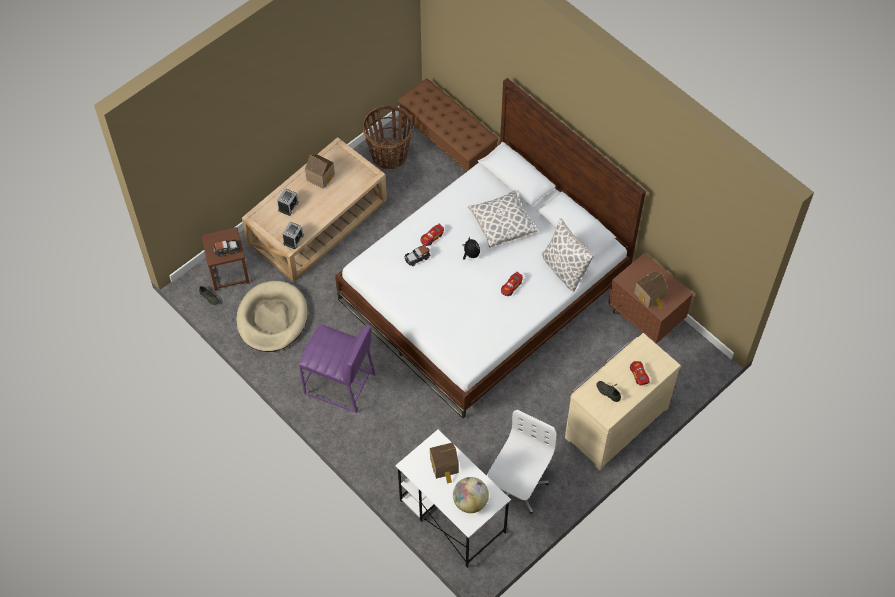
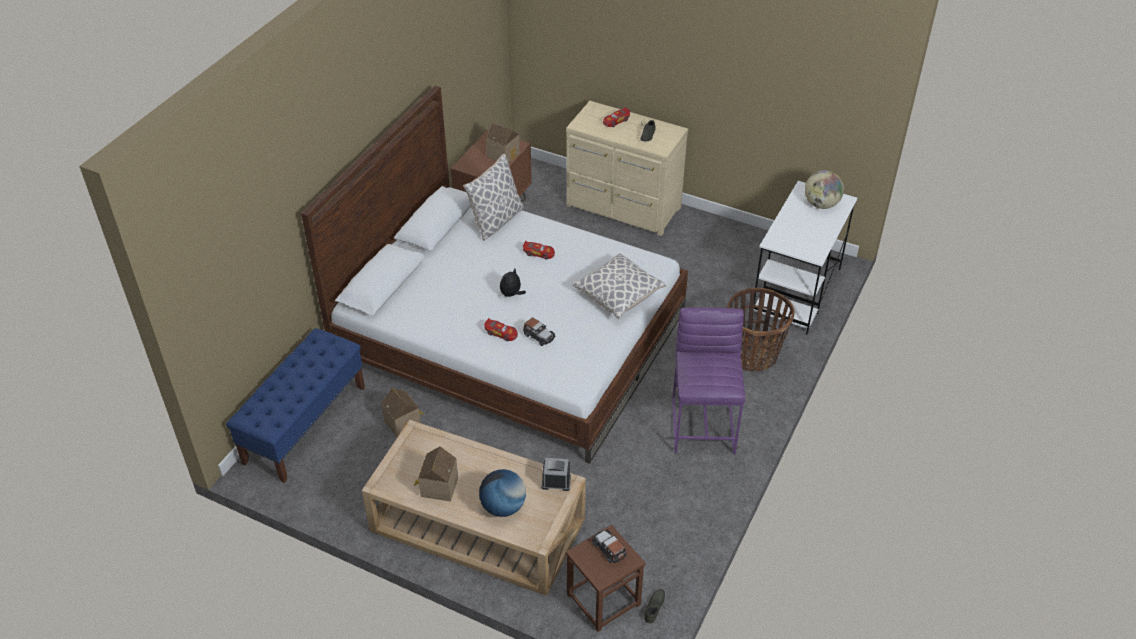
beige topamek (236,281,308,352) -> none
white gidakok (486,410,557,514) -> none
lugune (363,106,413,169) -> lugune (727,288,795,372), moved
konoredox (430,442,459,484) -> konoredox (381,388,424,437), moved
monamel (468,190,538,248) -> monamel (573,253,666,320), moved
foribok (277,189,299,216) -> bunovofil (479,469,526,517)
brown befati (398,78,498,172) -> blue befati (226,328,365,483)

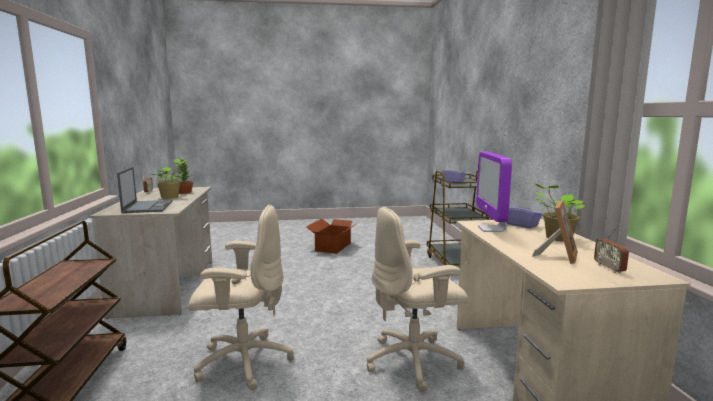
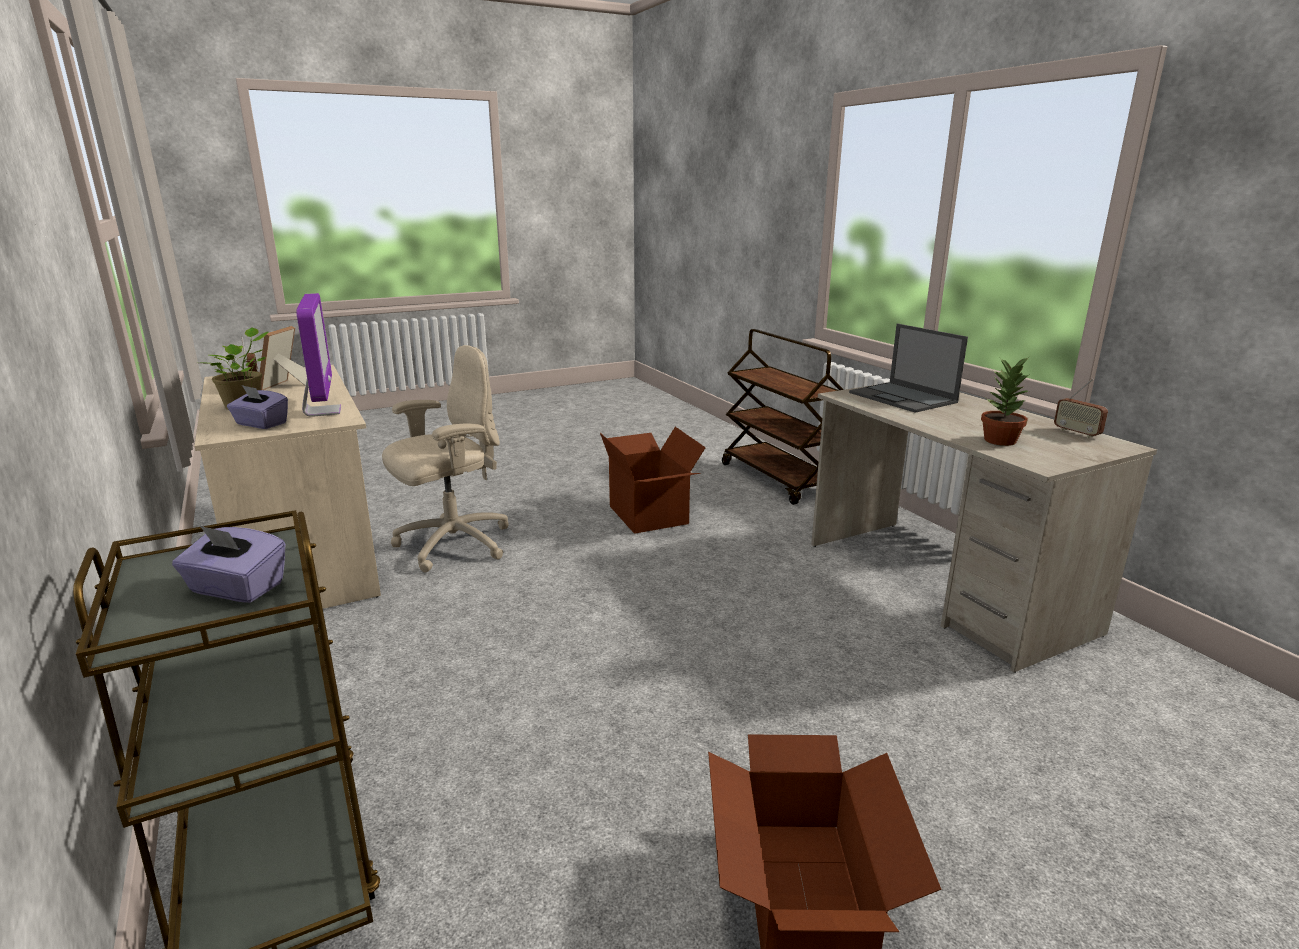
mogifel (151,159,186,199) -> none
beige gidakok (188,205,294,390) -> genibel (600,427,706,534)

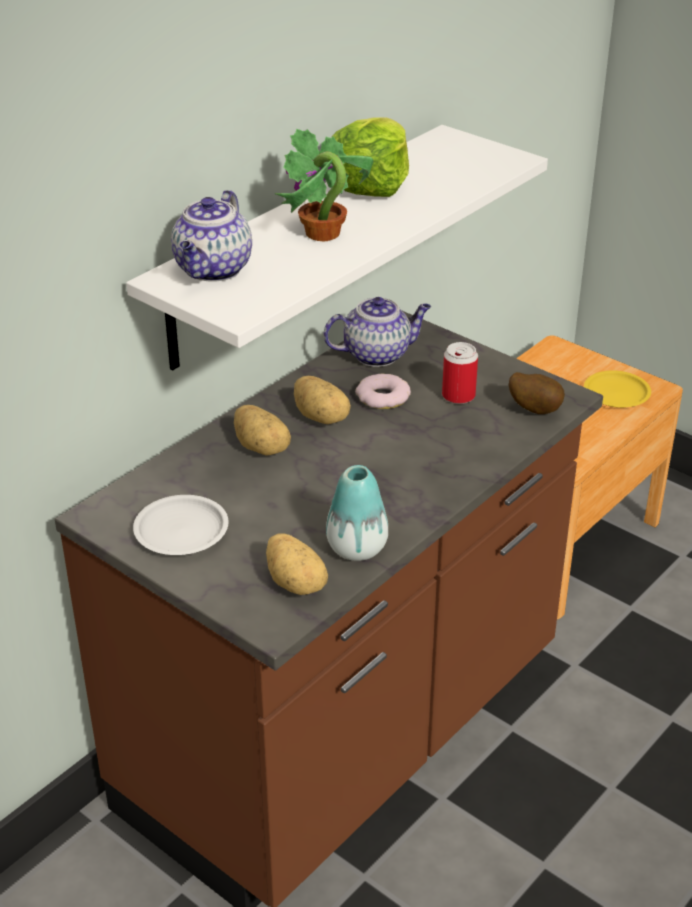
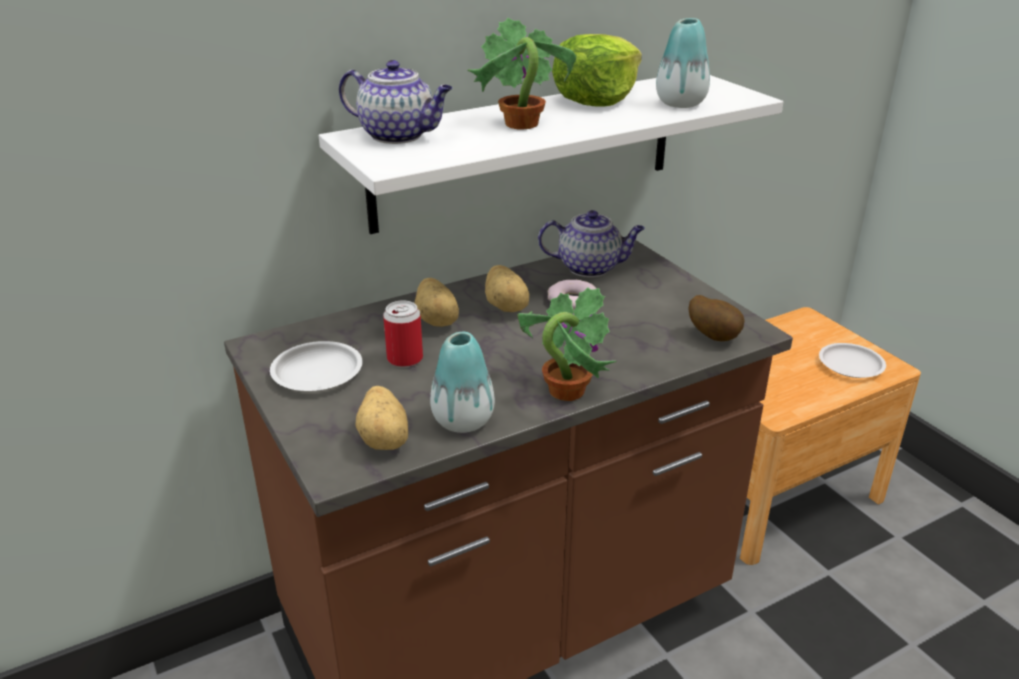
none -> mogifel (517,287,617,401)
none -> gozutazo (656,18,710,108)
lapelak (442,342,478,404) -> lapelak (383,300,423,367), moved
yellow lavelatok (584,370,651,408) -> white lavelatok (819,343,886,378)
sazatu (171,190,252,282) -> sazatu (339,60,453,144), 105 degrees counterclockwise

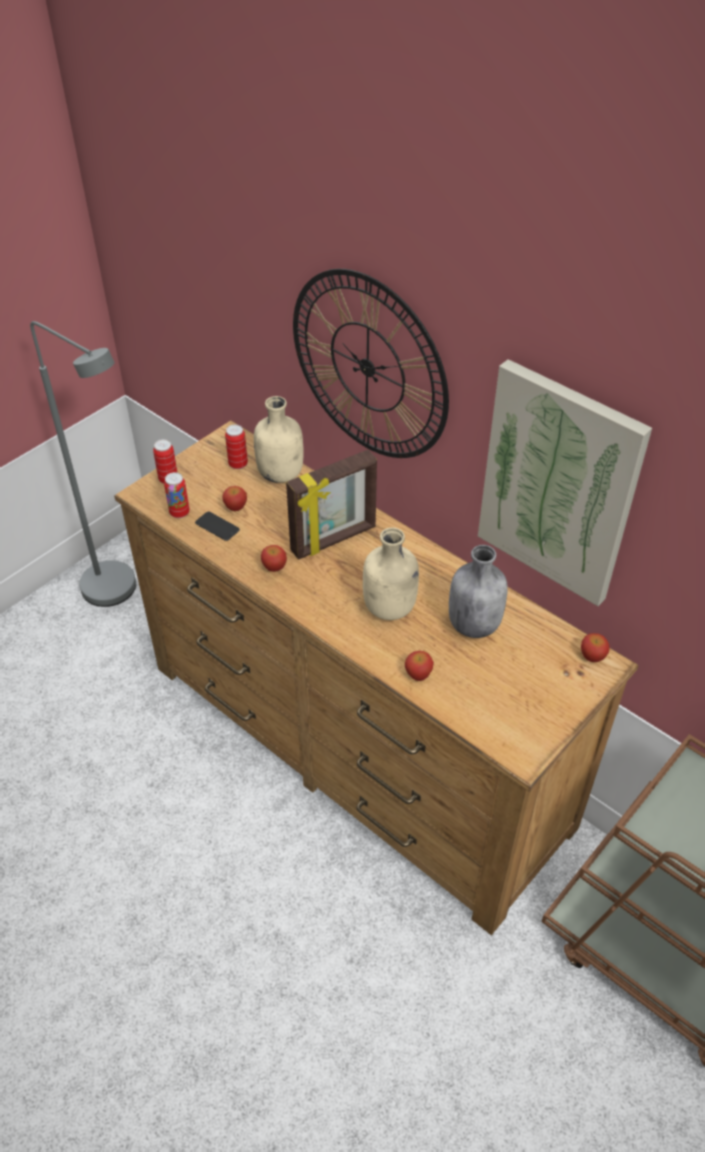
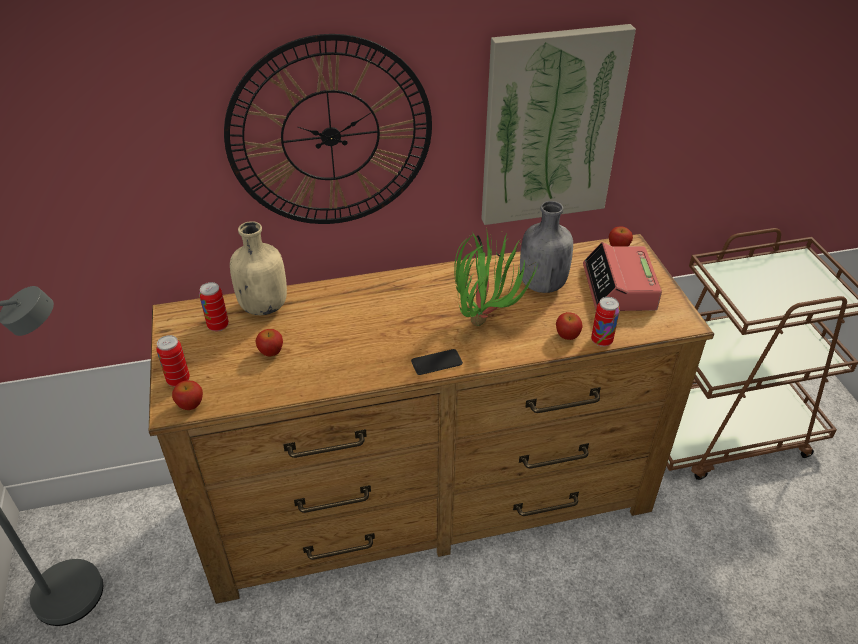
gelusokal (286,450,377,560) -> none
none -> foribok (583,242,662,311)
lapelak (164,472,190,518) -> lapelak (591,297,620,347), moved
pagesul (195,512,240,541) -> pagesul (411,349,463,375), moved
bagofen (261,545,287,572) -> bagofen (172,380,203,410), moved
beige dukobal (363,527,419,620) -> mogifel (454,230,538,326)

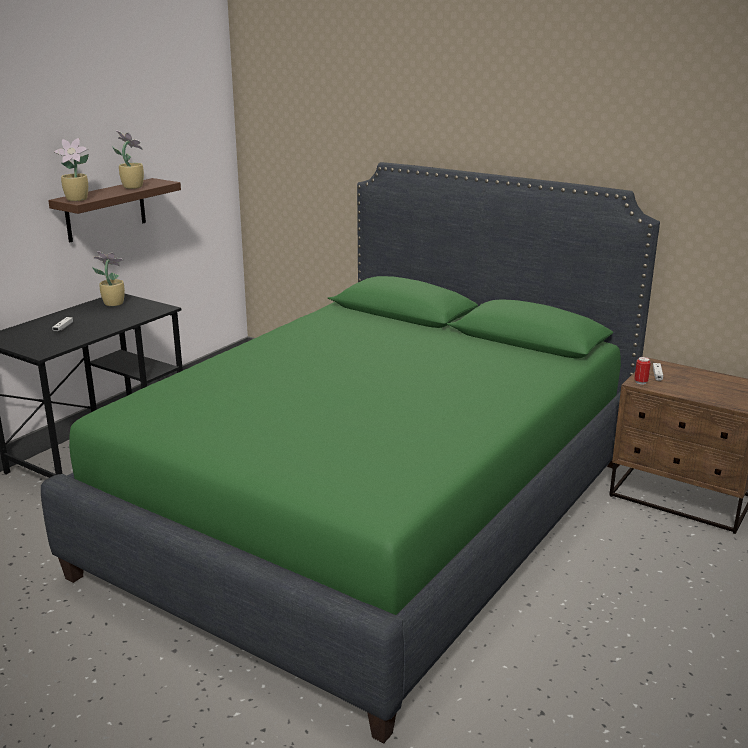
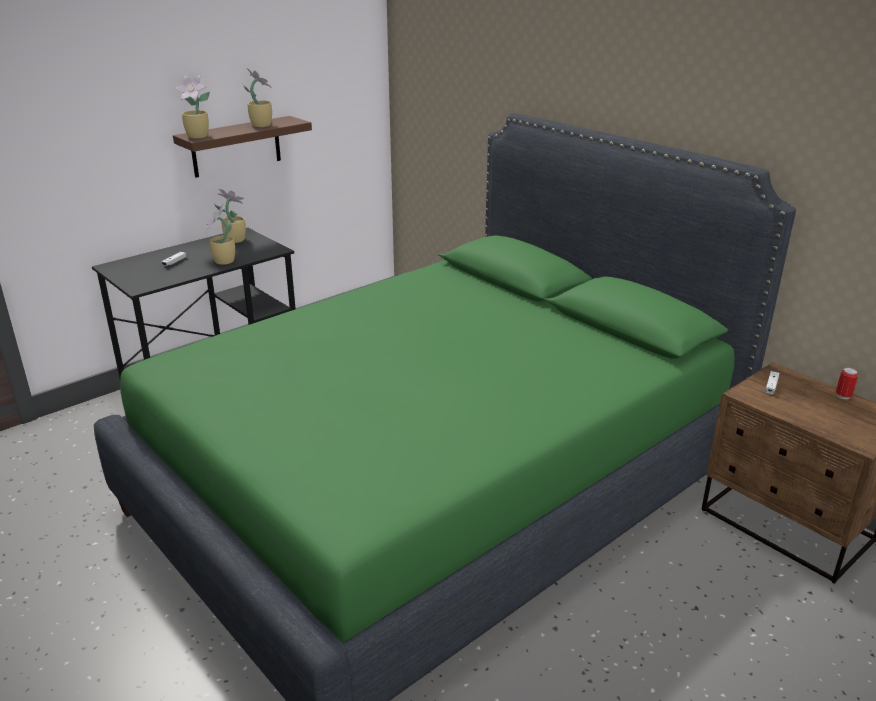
none -> mogifel (207,204,235,265)
lapelak (634,357,651,384) -> lapelak (836,367,858,399), moved

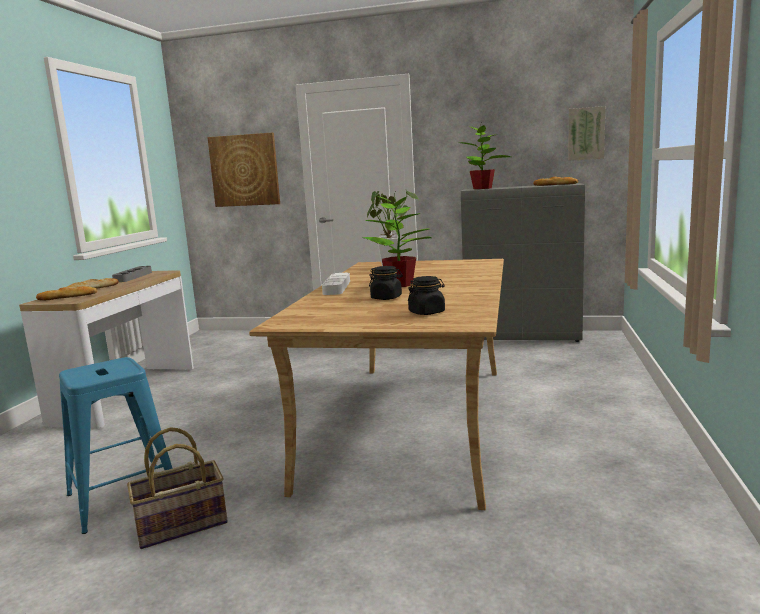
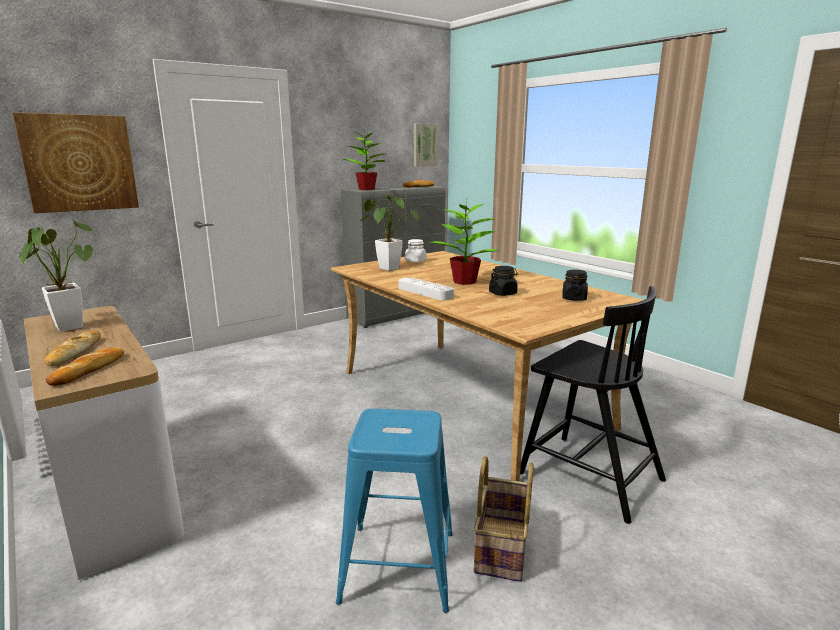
none -> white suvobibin (405,239,426,262)
none -> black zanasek (520,286,666,524)
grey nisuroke (112,266,152,282) -> mogifel (19,220,93,332)

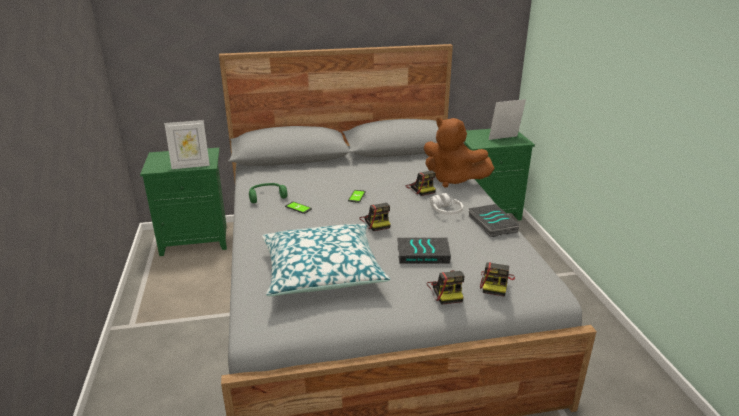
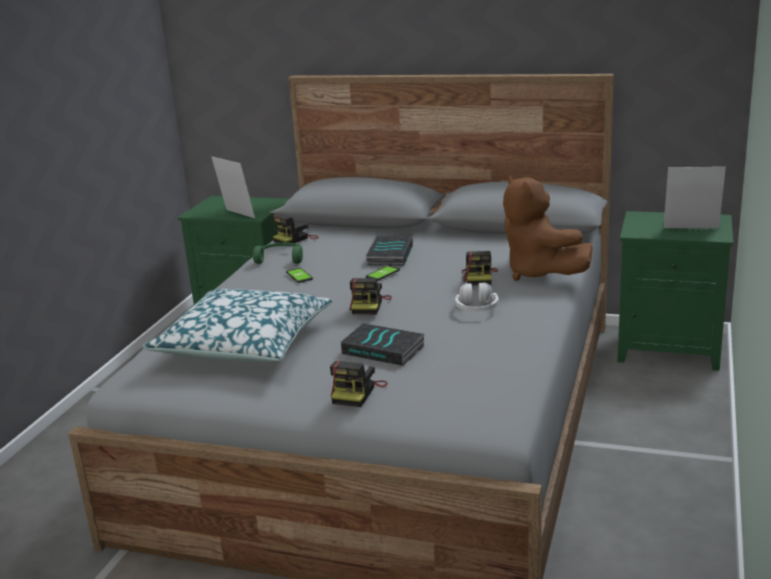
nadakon (469,204,519,237) -> nadakon (366,236,413,266), moved
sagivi (480,262,515,296) -> sagivi (273,214,319,243), moved
gelusokal (164,120,210,169) -> gelusokal (212,157,255,218), 150 degrees counterclockwise

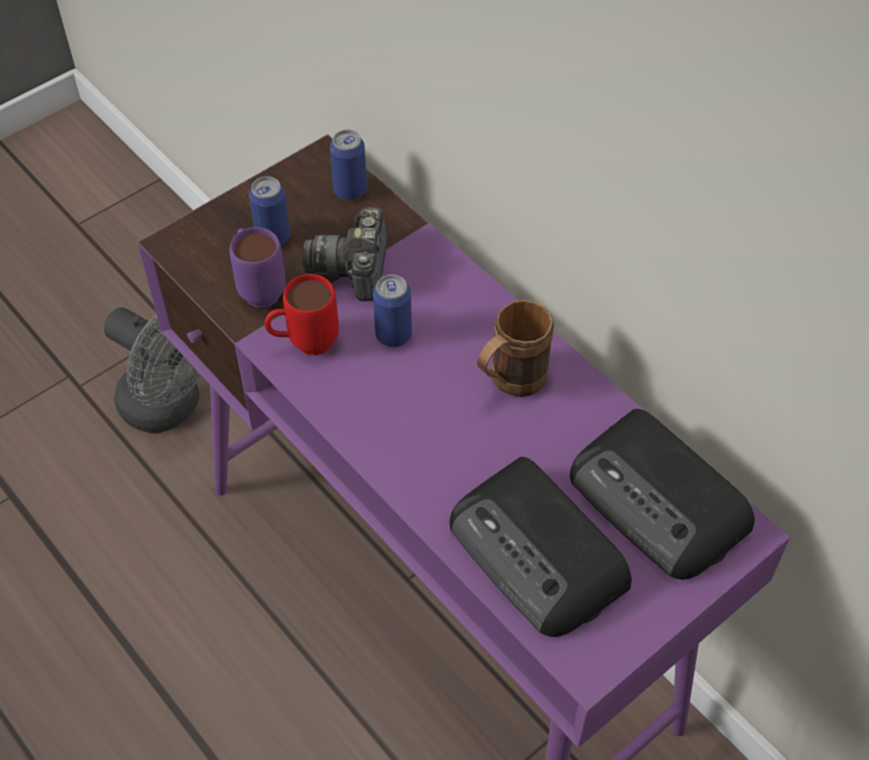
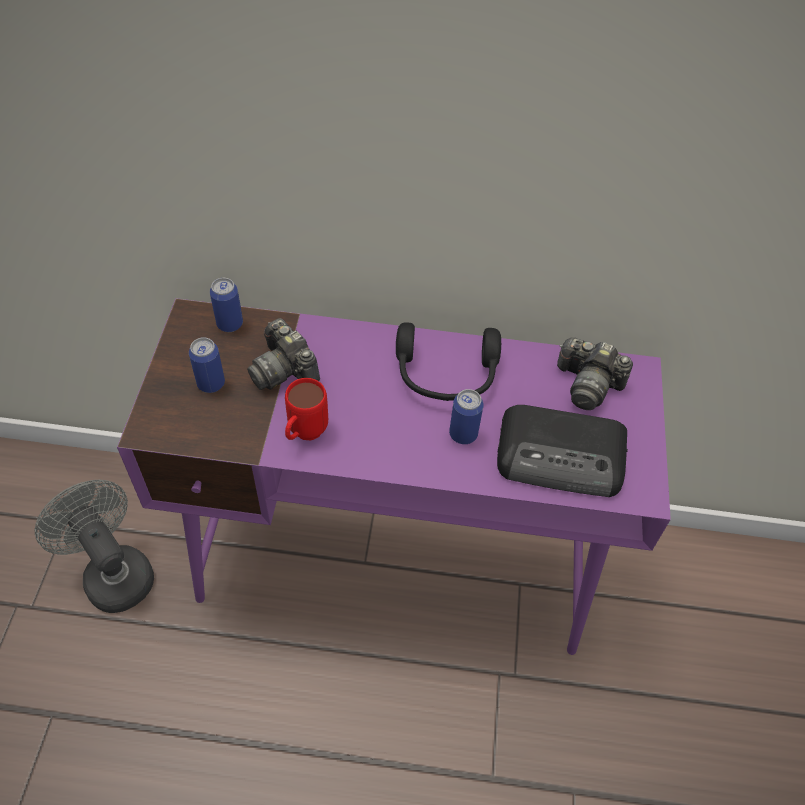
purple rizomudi (230,227,286,308) -> none
lapelak (373,274,412,347) -> lapelak (449,389,484,444), moved
brown rizomudi (477,300,554,397) -> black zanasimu (396,322,501,401)
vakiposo (570,409,755,580) -> sagivi (557,337,633,410)
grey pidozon (104,307,202,433) -> grey pidozon (35,480,154,613), 120 degrees counterclockwise

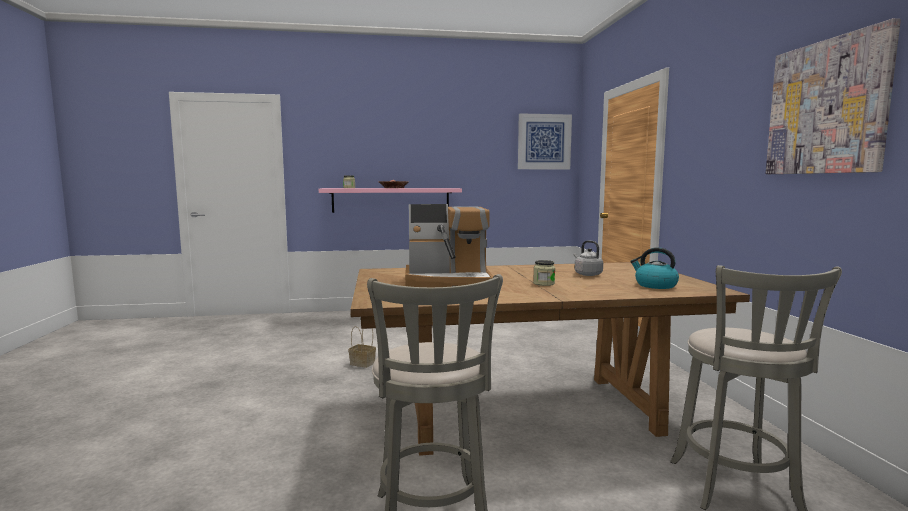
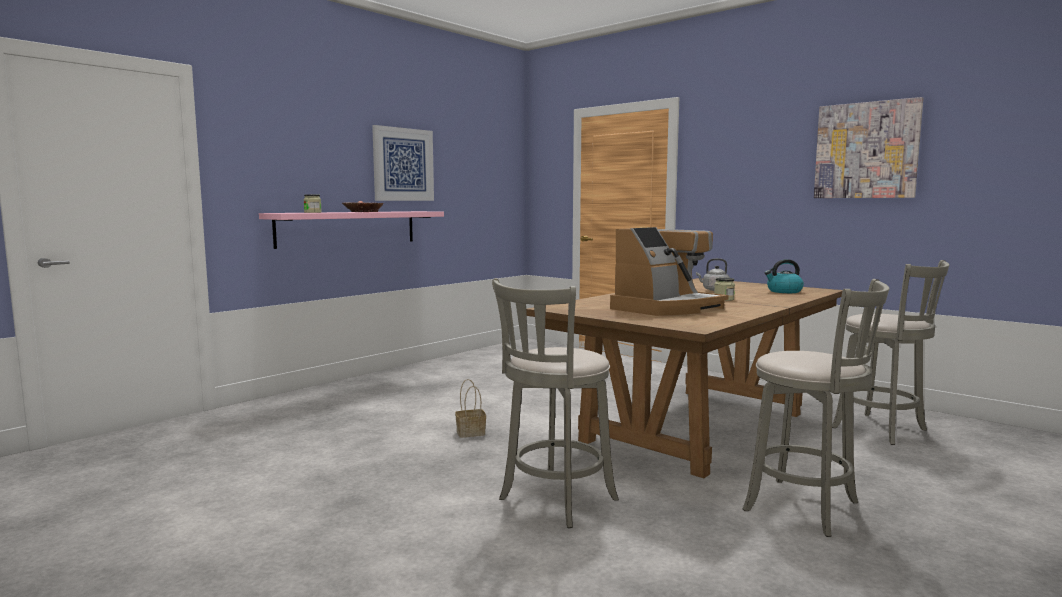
none -> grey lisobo (492,278,619,528)
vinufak (518,113,572,170) -> vinufak (372,125,434,201), moved

